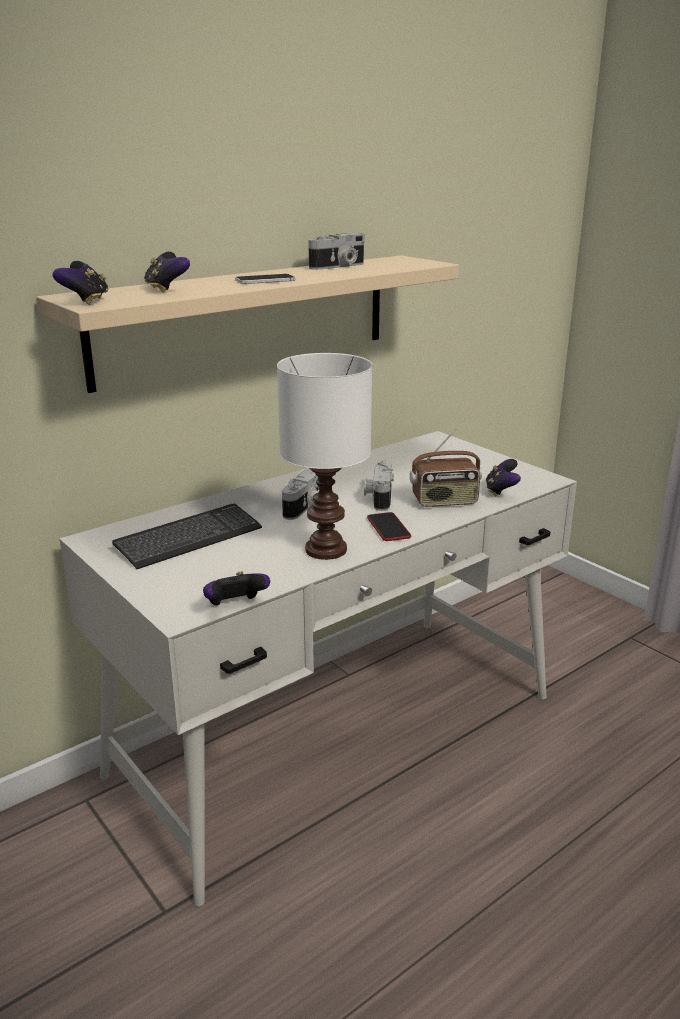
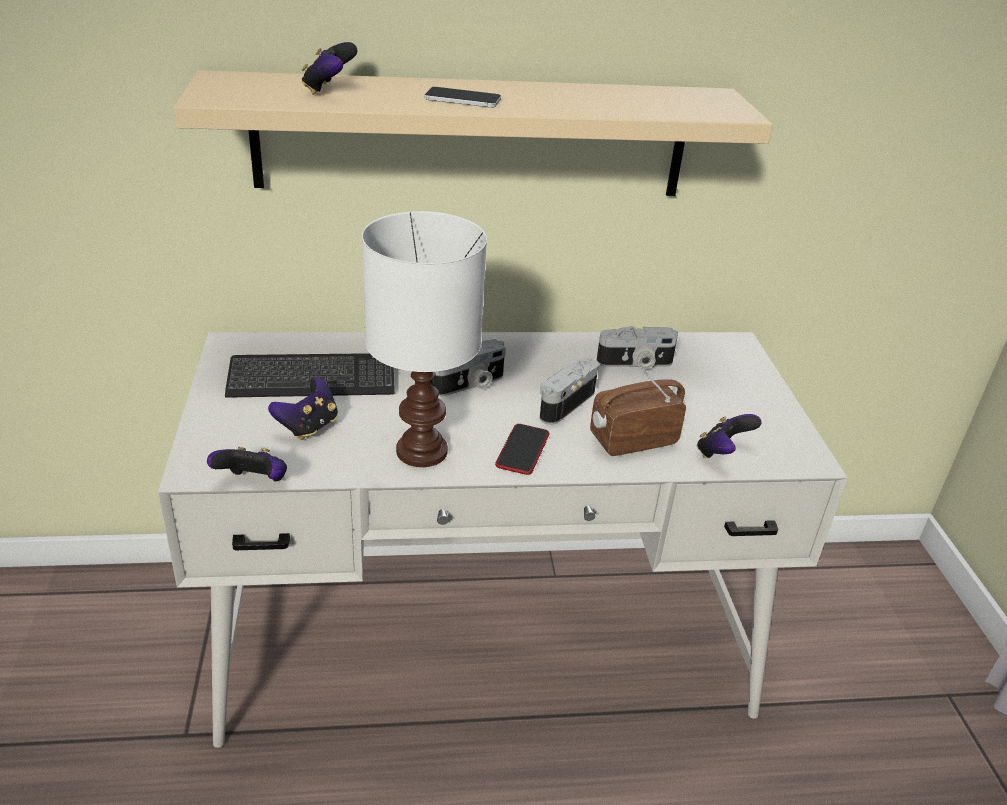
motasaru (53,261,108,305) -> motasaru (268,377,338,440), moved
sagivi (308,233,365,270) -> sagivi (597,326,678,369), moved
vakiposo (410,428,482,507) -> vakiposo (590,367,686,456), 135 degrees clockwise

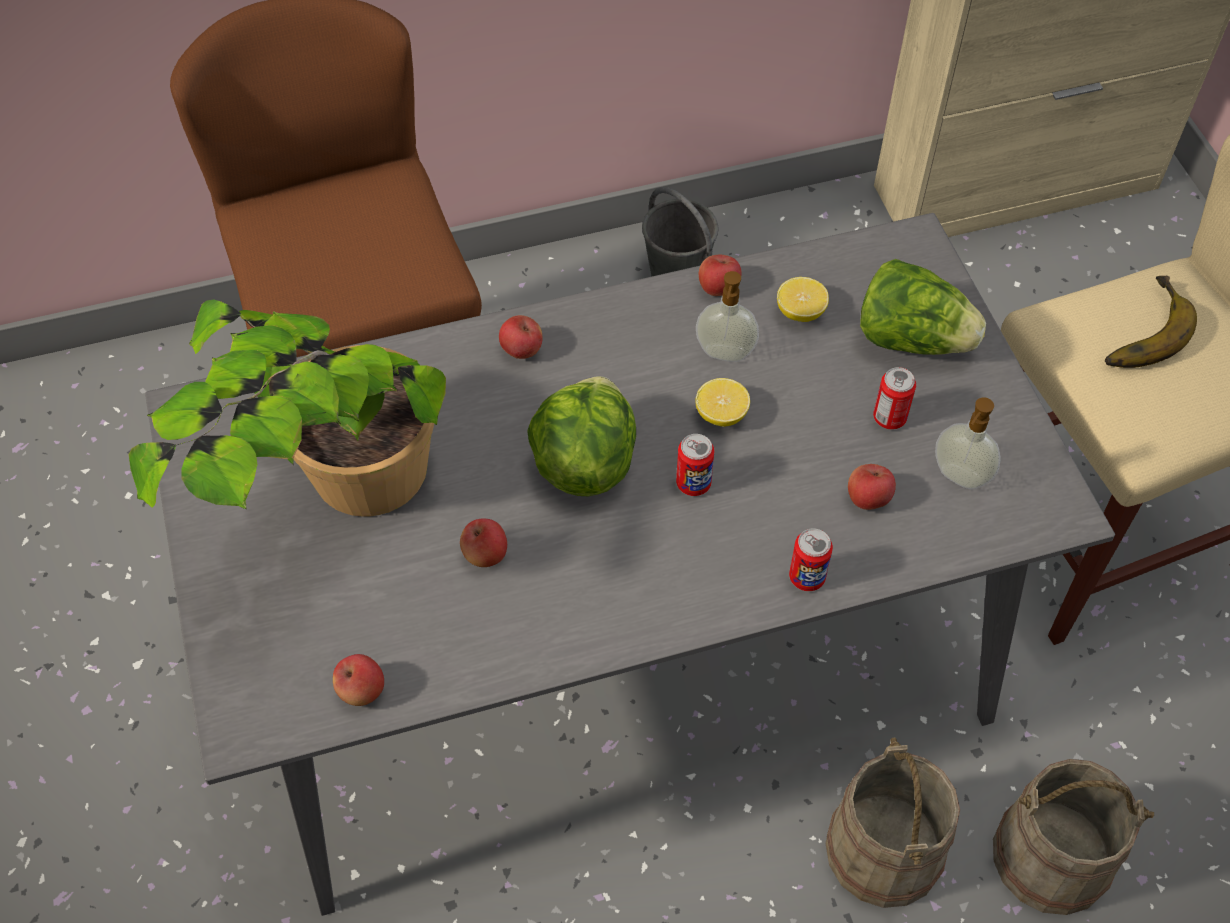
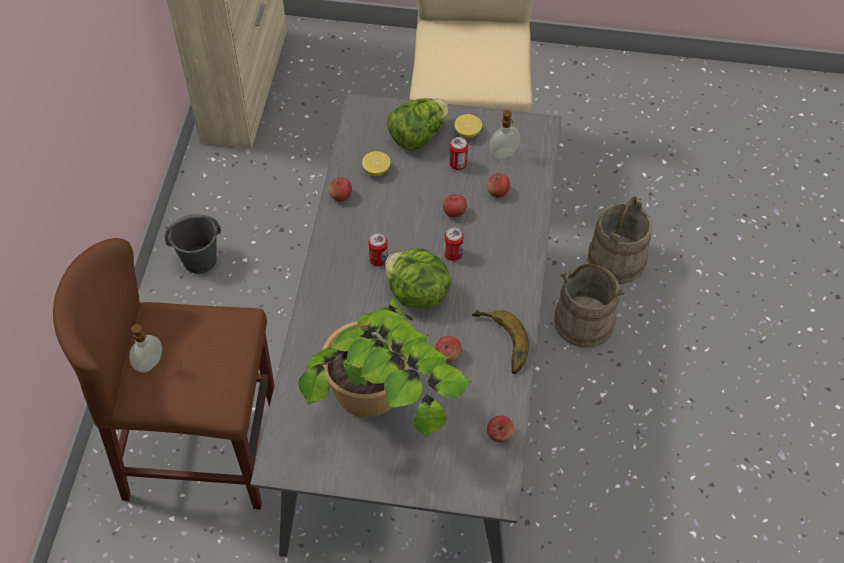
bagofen (499,315,543,359) -> bagofen (443,194,467,218), moved
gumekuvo (695,378,750,427) -> gumekuvo (454,114,482,138), moved
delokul (696,271,759,362) -> delokul (129,324,162,373), moved
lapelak (789,528,833,591) -> lapelak (368,233,388,267), moved
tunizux (1105,276,1197,368) -> tunizux (472,310,529,374), moved

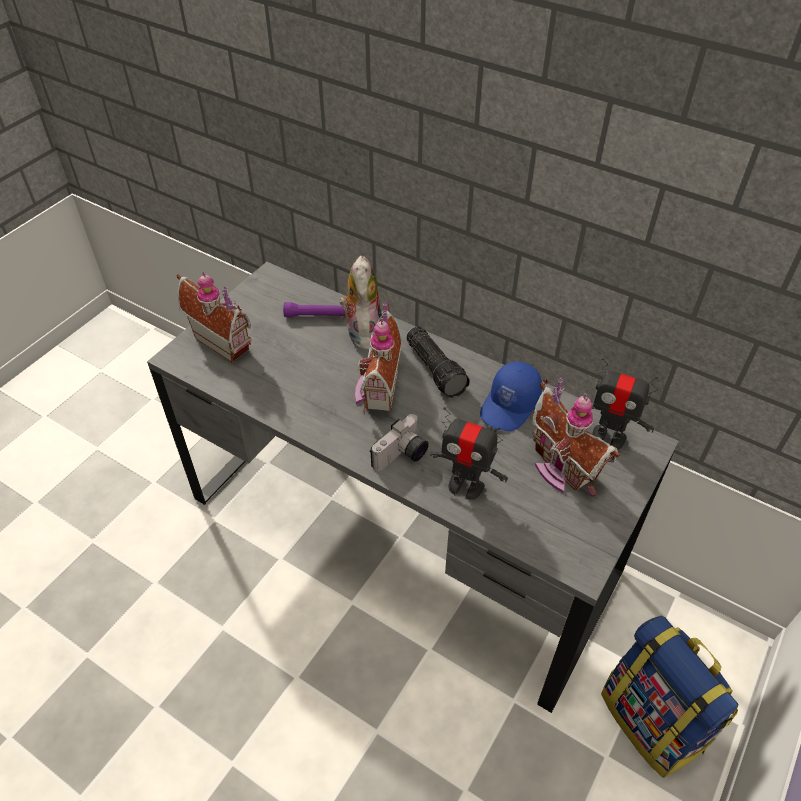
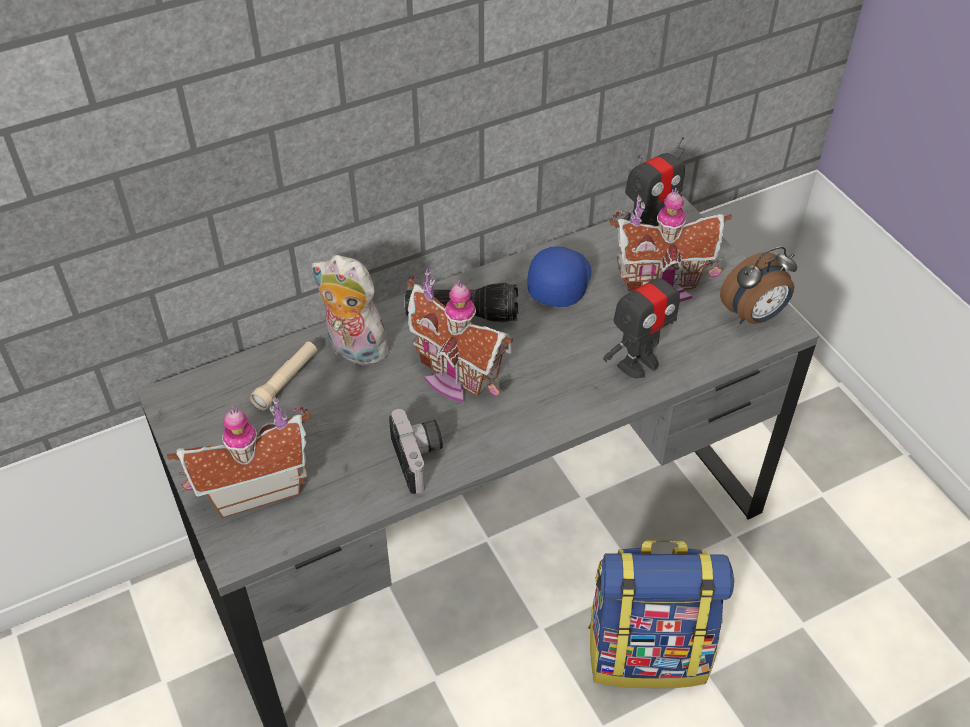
none -> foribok (720,246,797,324)
sagivi (370,414,429,471) -> sagivi (389,409,443,494), moved
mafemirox (601,616,739,778) -> mafemirox (588,540,734,688), moved
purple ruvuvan (283,302,344,317) -> beige ruvuvan (249,341,317,411)
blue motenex (480,361,542,431) -> blue motenex (527,246,591,307), 135 degrees counterclockwise

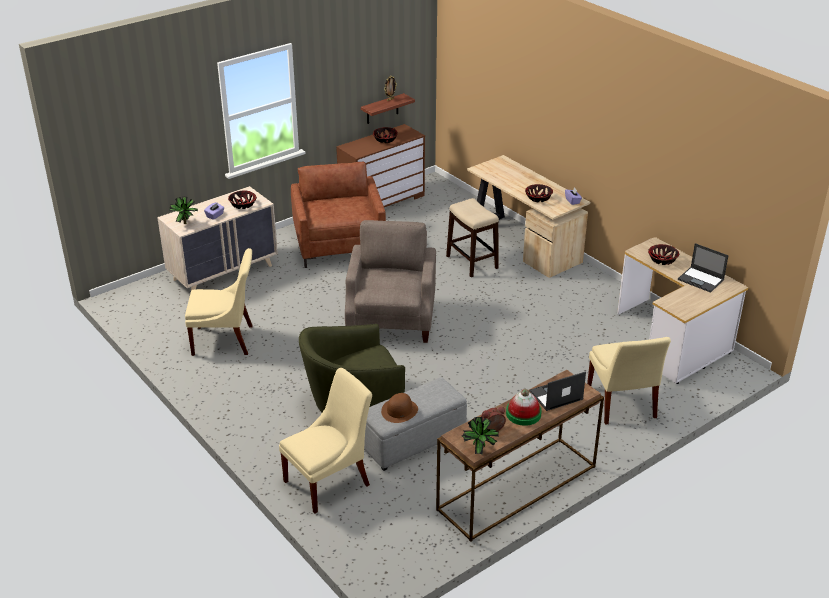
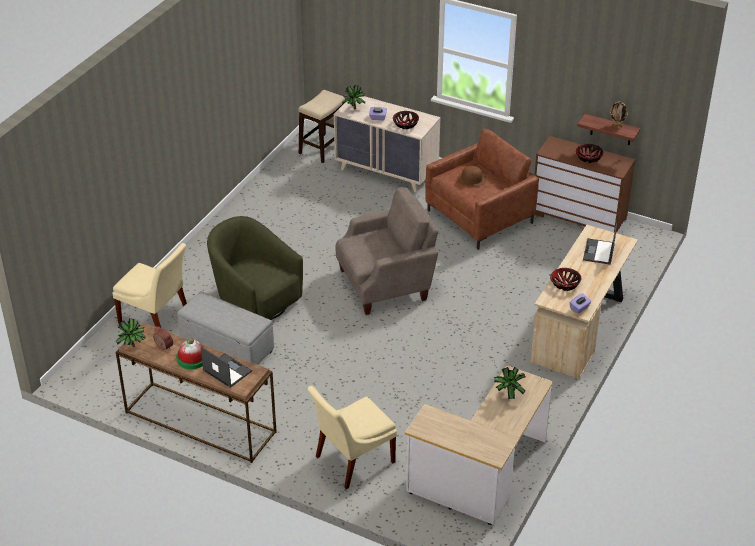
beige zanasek (185,248,253,356) -> none
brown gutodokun (381,393,418,423) -> brown gutodokun (457,166,487,187), moved
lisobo (446,198,499,277) -> lisobo (299,90,345,163), moved
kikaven (678,243,729,293) -> kikaven (583,222,617,265), moved
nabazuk (648,244,679,265) -> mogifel (494,367,526,399)

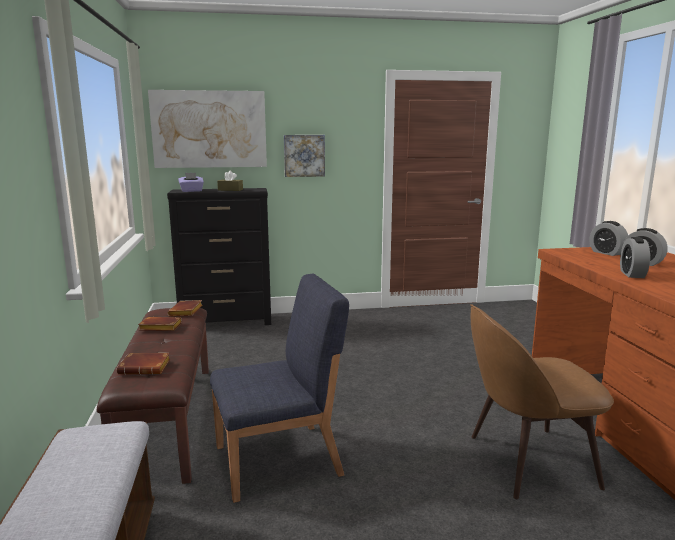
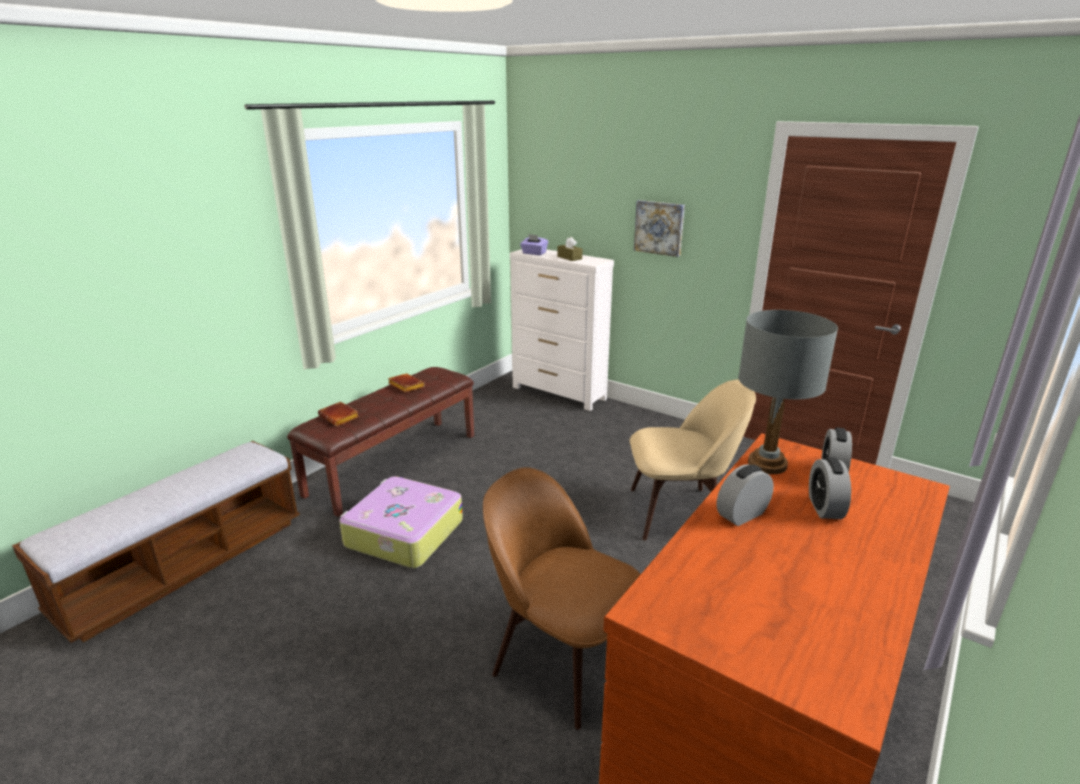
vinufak (148,90,267,168) -> none
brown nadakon (167,300,202,317) -> none
none -> beige zanasek (629,379,756,540)
none -> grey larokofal (738,310,838,474)
blue zanasek (210,274,349,503) -> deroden (339,476,463,568)
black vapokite (167,188,271,325) -> white vapokite (510,249,614,411)

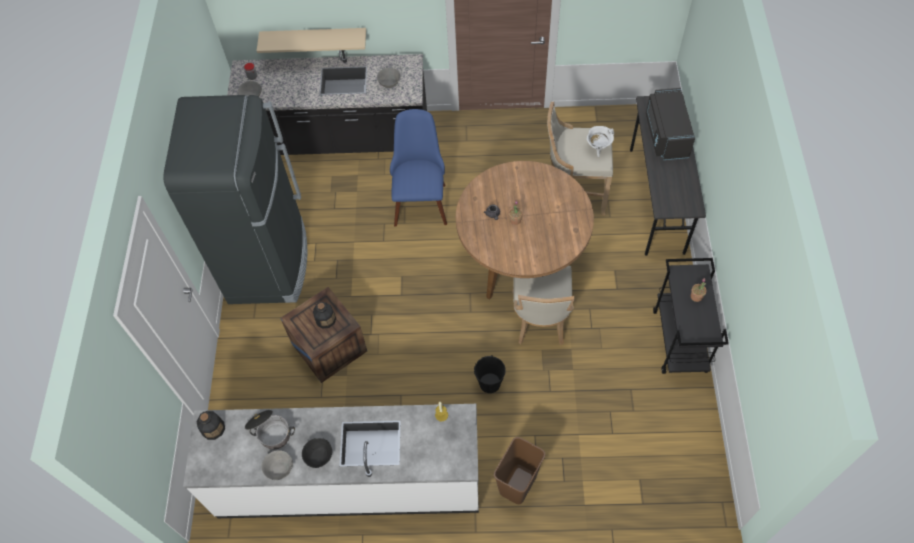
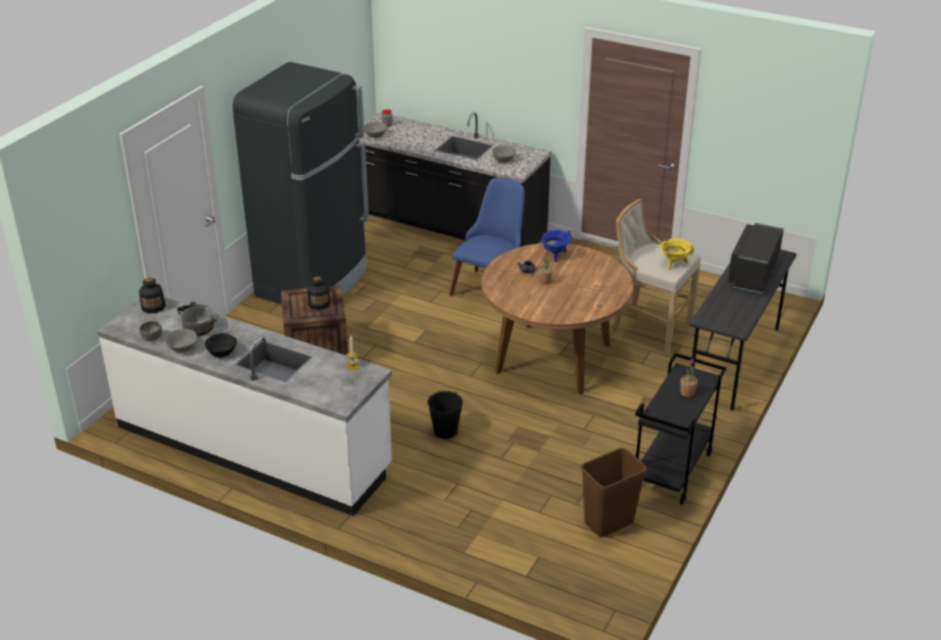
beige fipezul (257,28,366,53) -> none
beige zanasek (512,266,575,345) -> none
none -> grey nabazuk (139,321,162,341)
none -> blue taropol (541,230,572,262)
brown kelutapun (494,437,545,504) -> brown kelutapun (581,448,647,537), moved
white taropol (587,126,614,157) -> yellow taropol (660,238,694,269)

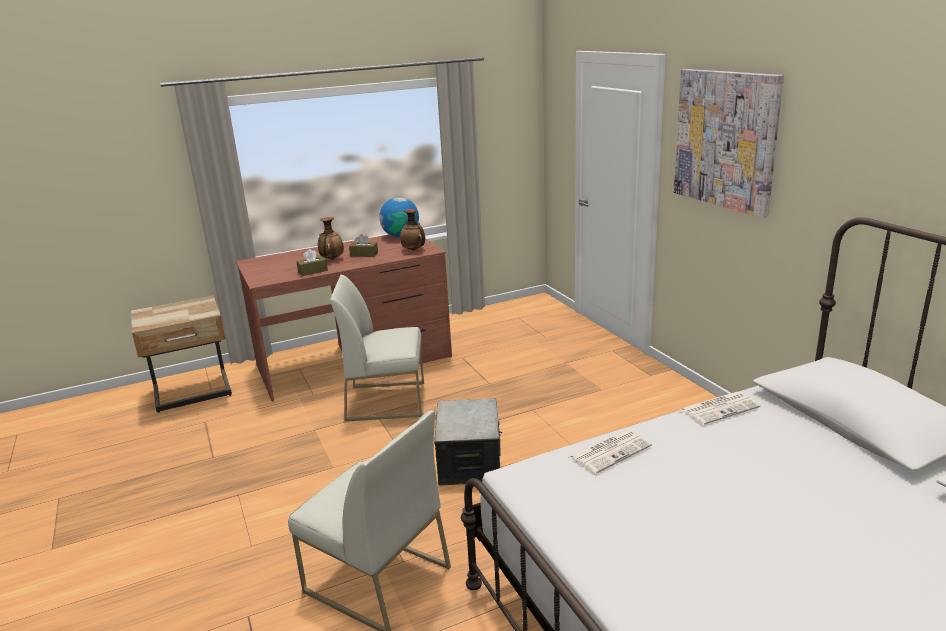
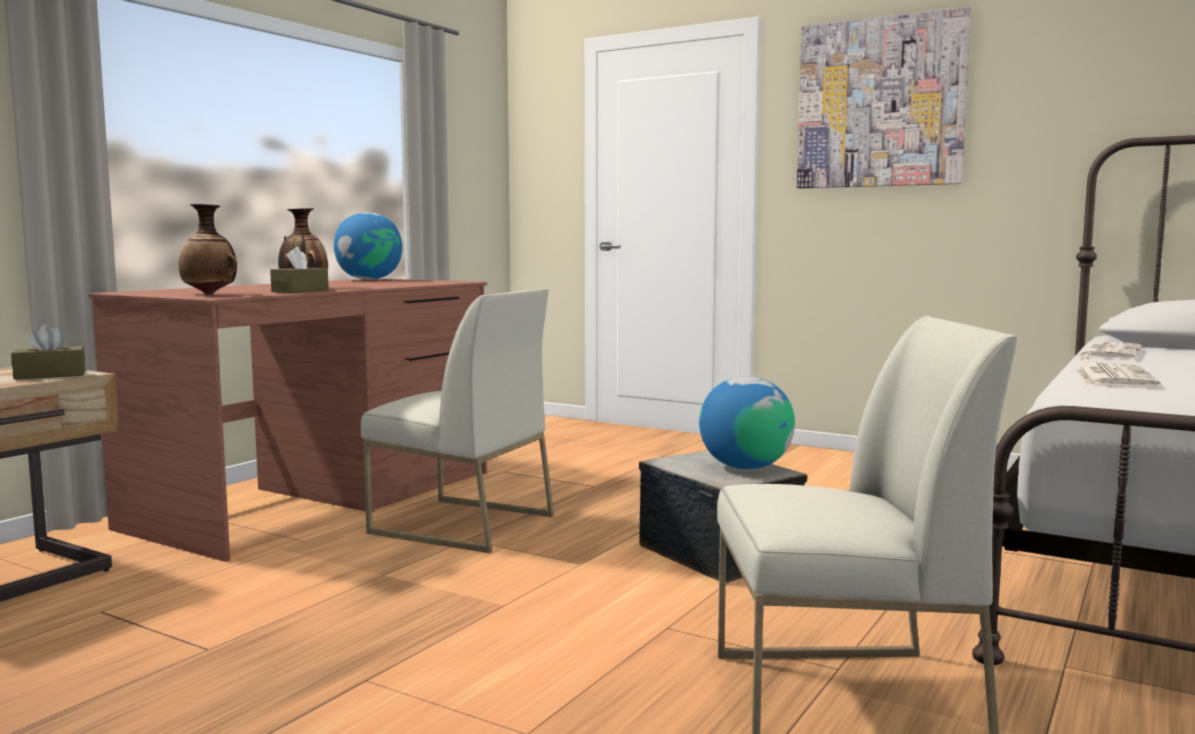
none -> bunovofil (699,377,795,469)
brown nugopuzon (349,234,378,257) -> brown nugopuzon (11,324,85,380), moved
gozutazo (400,209,425,251) -> gozutazo (179,204,237,294), moved
white zanasek (330,274,424,421) -> white zanasek (361,289,554,553), 120 degrees counterclockwise

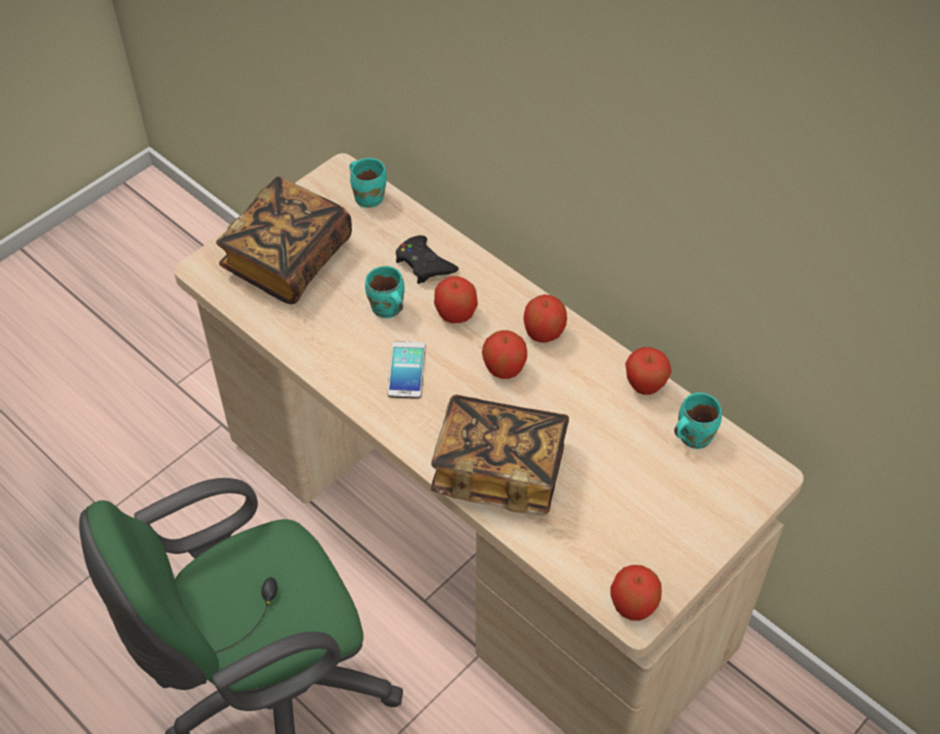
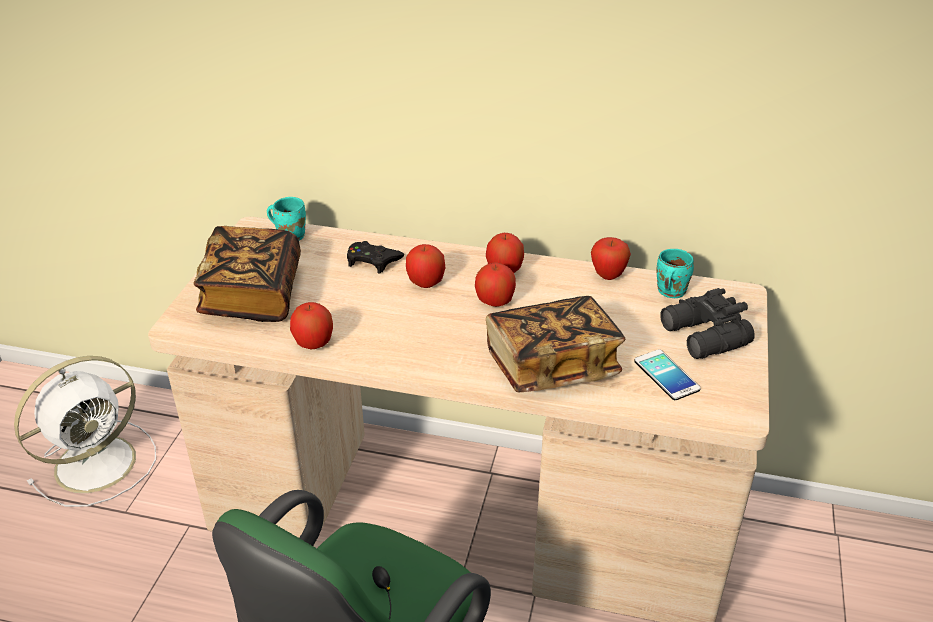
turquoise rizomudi (365,266,405,318) -> none
none -> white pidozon (14,356,156,507)
none -> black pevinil (660,288,755,359)
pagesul (387,341,425,399) -> pagesul (634,349,701,400), moved
bagofen (610,565,662,621) -> bagofen (290,302,333,349), moved

